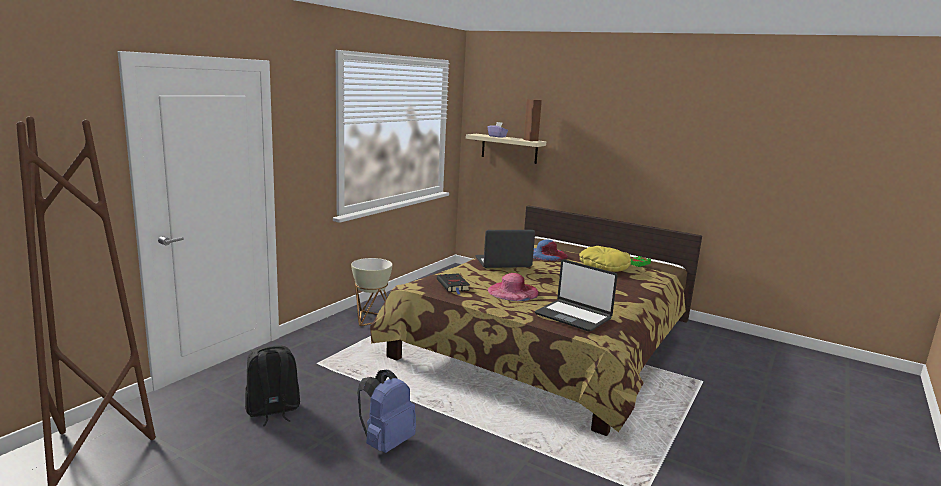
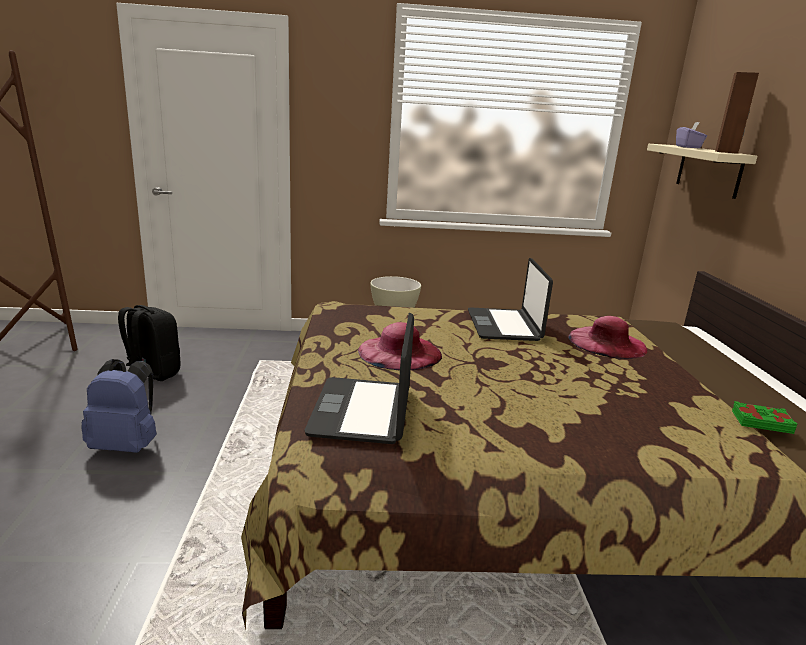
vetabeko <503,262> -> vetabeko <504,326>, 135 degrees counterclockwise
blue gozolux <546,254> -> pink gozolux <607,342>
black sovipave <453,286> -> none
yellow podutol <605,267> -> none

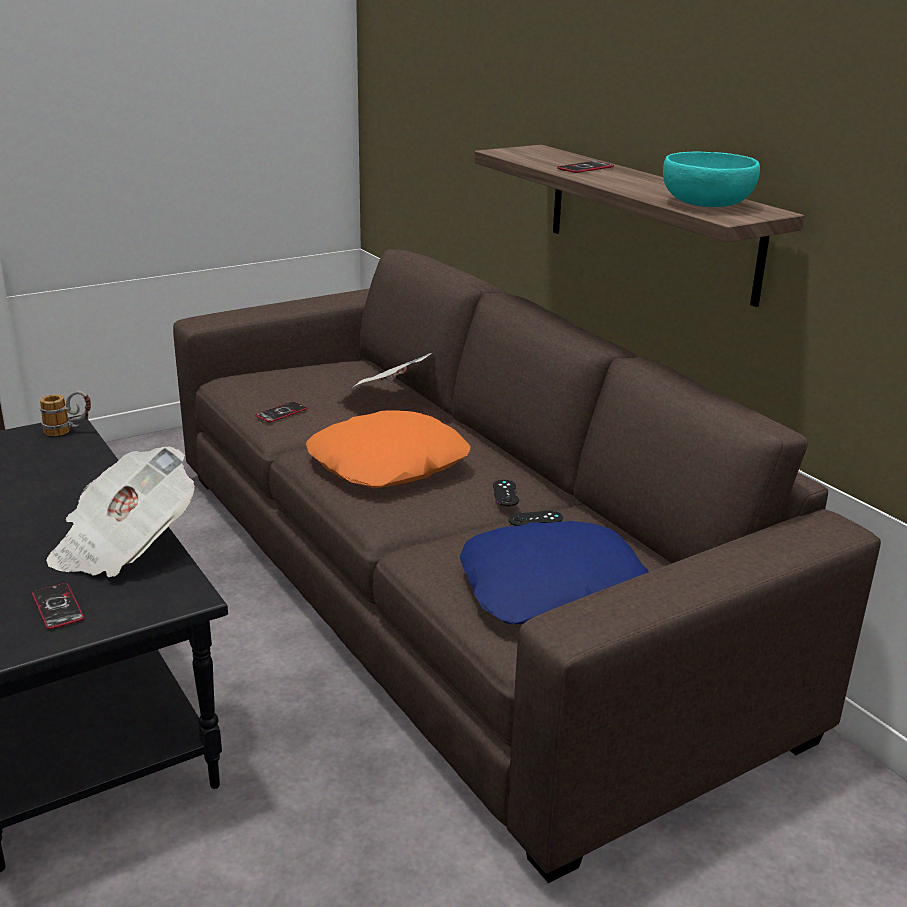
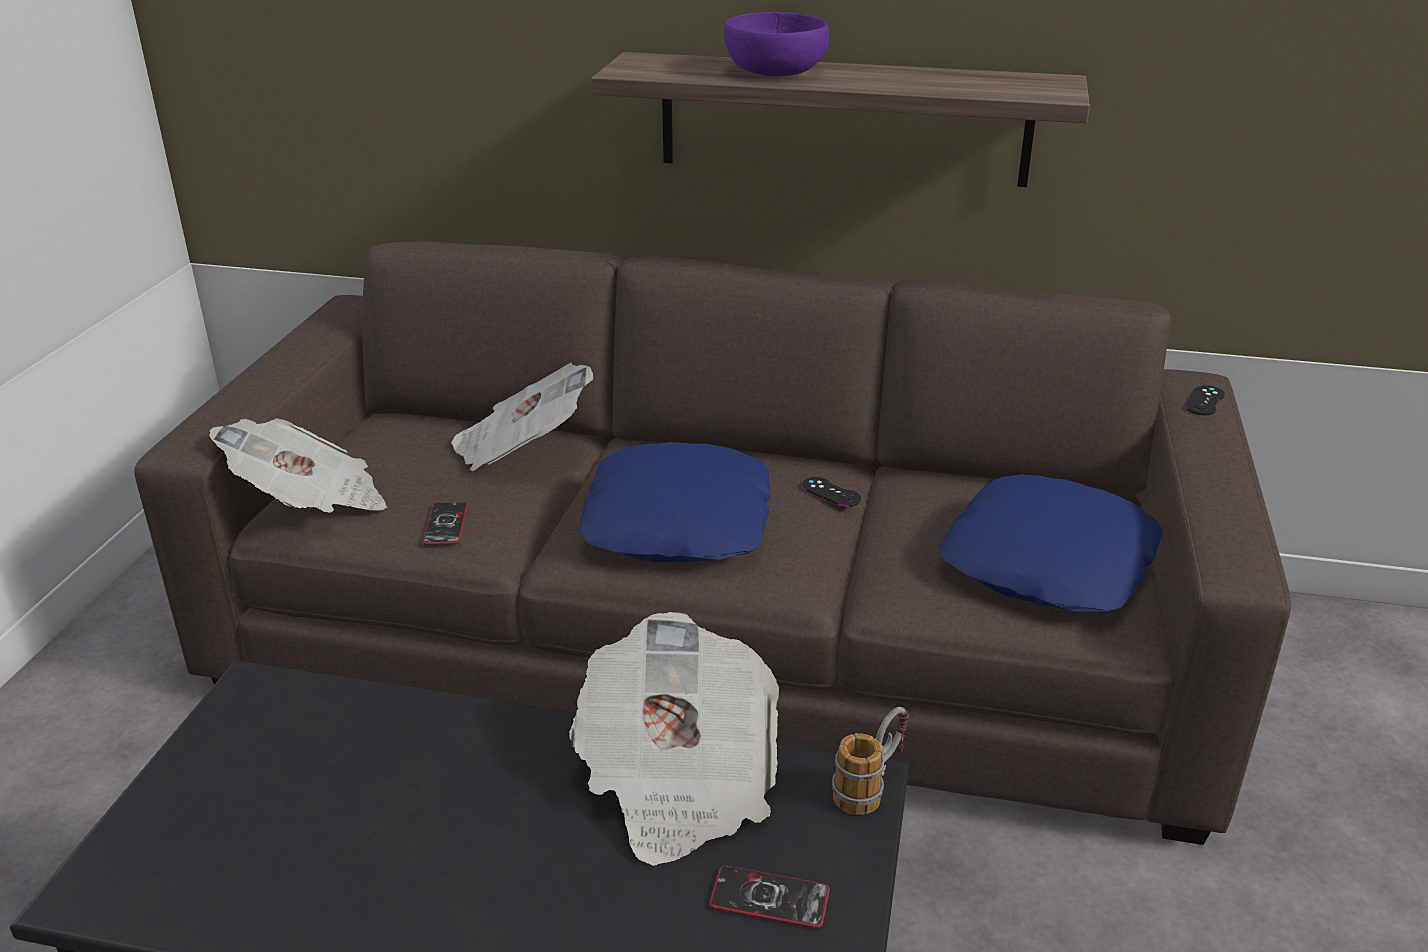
none -> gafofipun <310,502>
orange podutol <389,464> -> blue podutol <679,522>
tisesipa <585,168> -> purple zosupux <774,72>
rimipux <69,431> -> rimipux <871,786>, relocated
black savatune <535,519> -> black savatune <1204,401>, relocated
turquoise zosupux <705,203> -> none

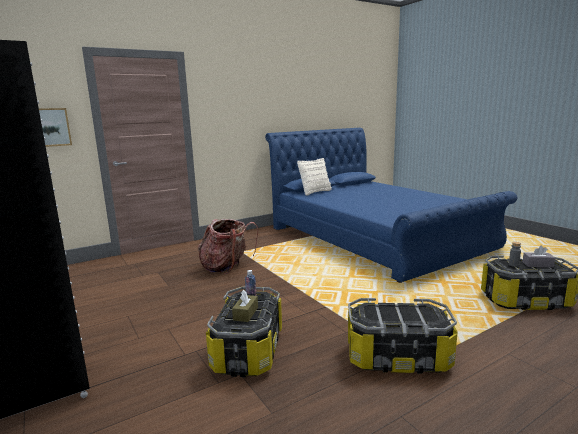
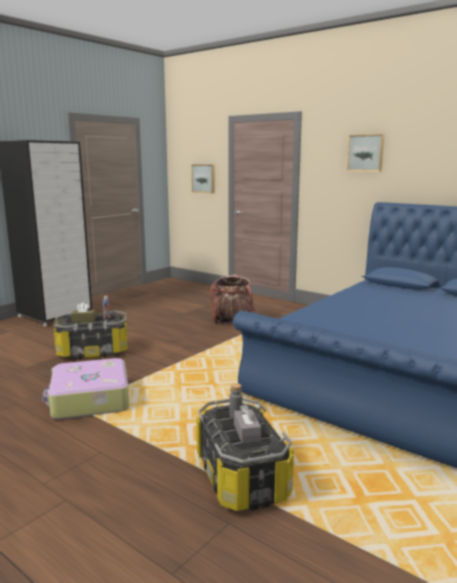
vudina <397,357> -> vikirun <89,400>
none -> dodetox <365,153>
beige podutol <315,192> -> none

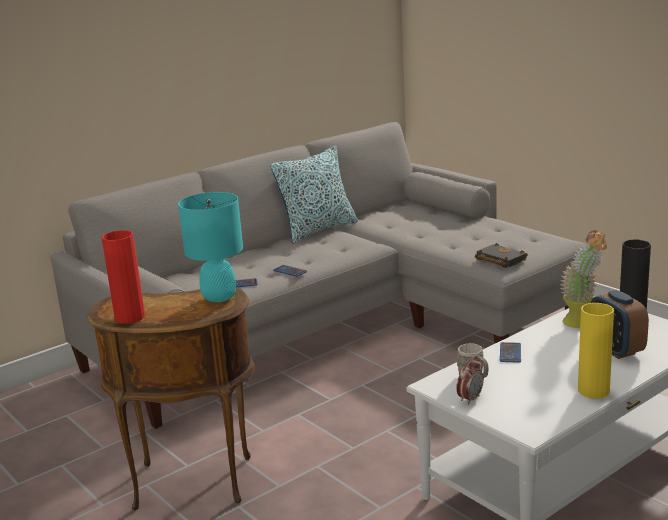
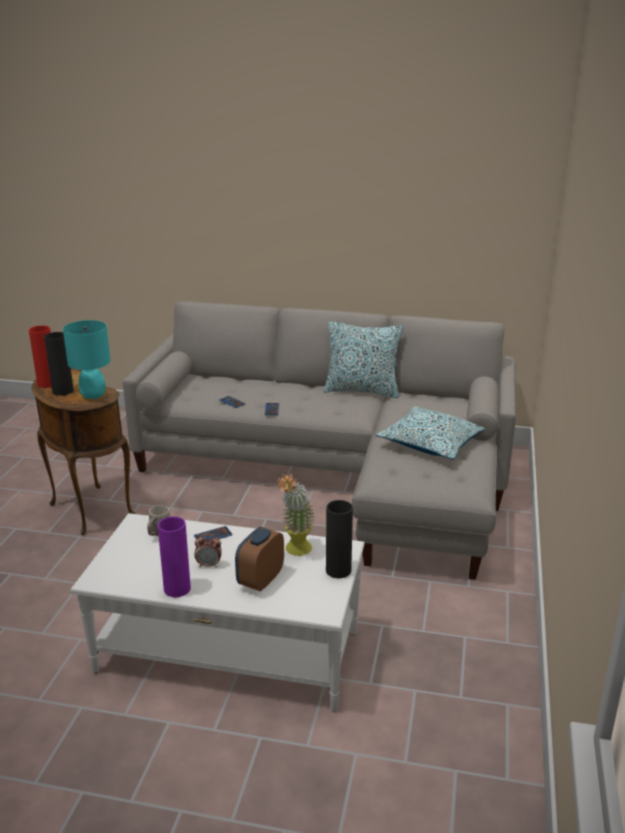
none -> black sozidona <63,391>
yellow sozidona <593,391> -> purple sozidona <177,589>
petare <470,399> -> petare <209,565>, relocated
none -> podutol <432,443>
black sovipave <498,260> -> none

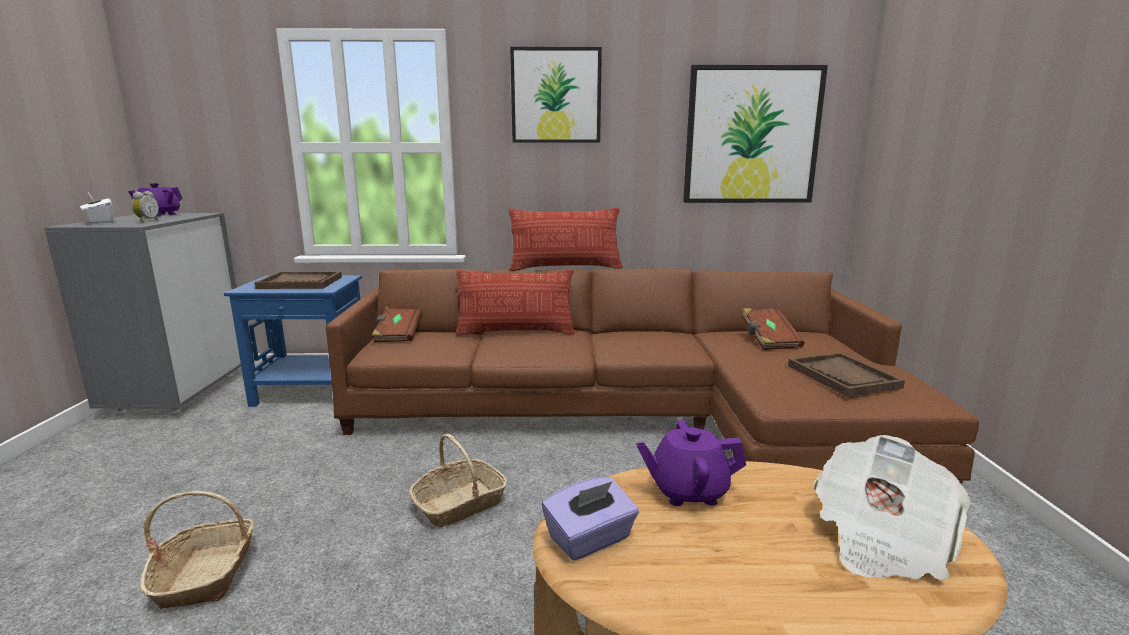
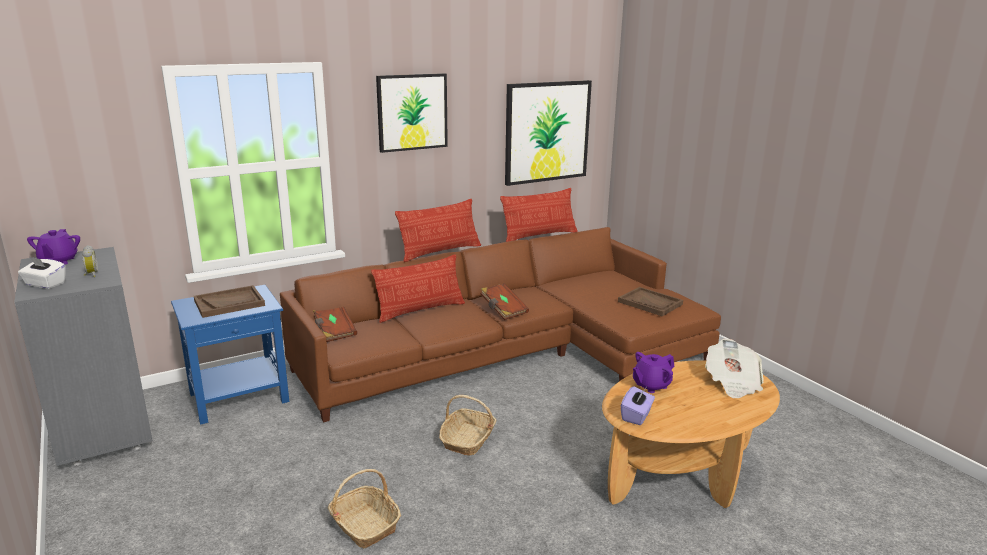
brown sovipave <768,340> -> brown sovipave <503,310>, relocated
none -> podutol <539,235>

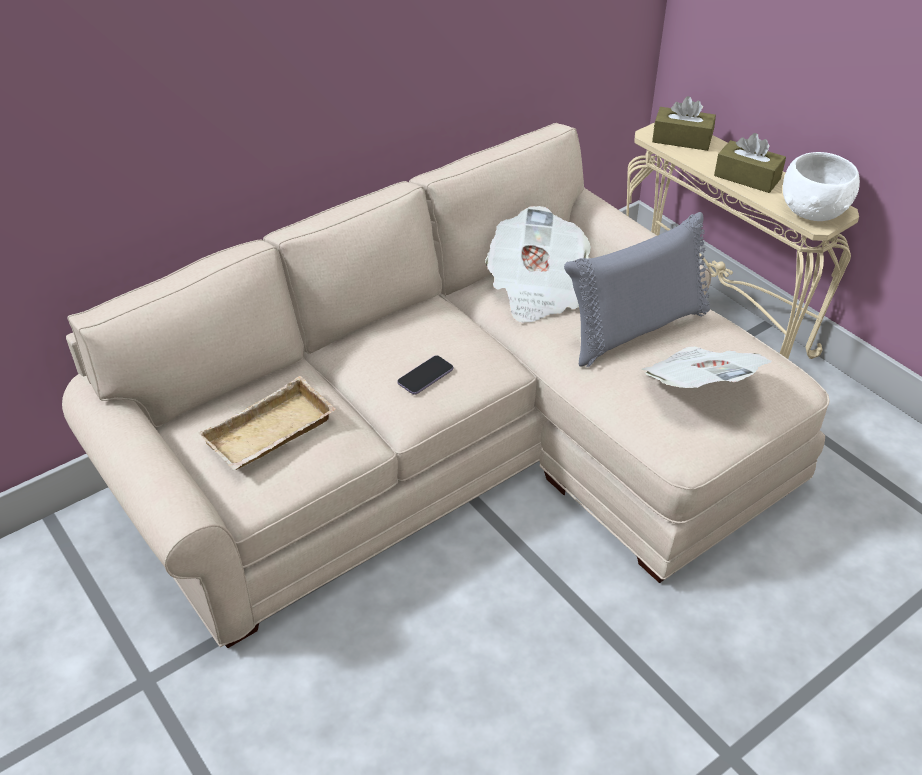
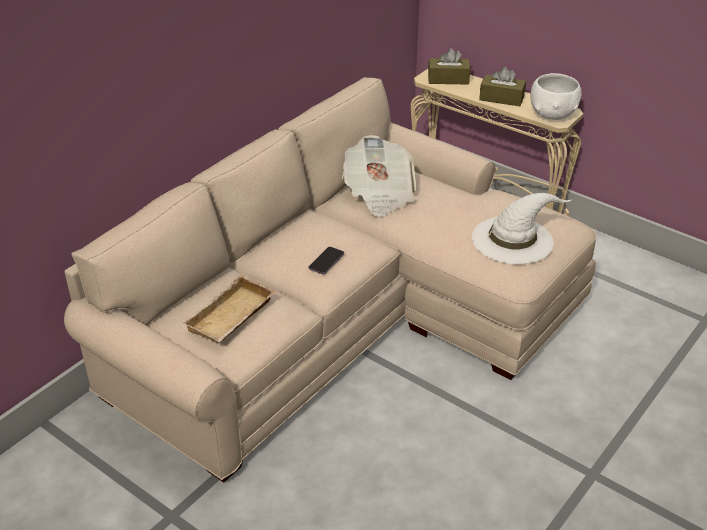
gafofipun <699,389> -> white gozolux <513,239>
grey podutol <635,329> -> none

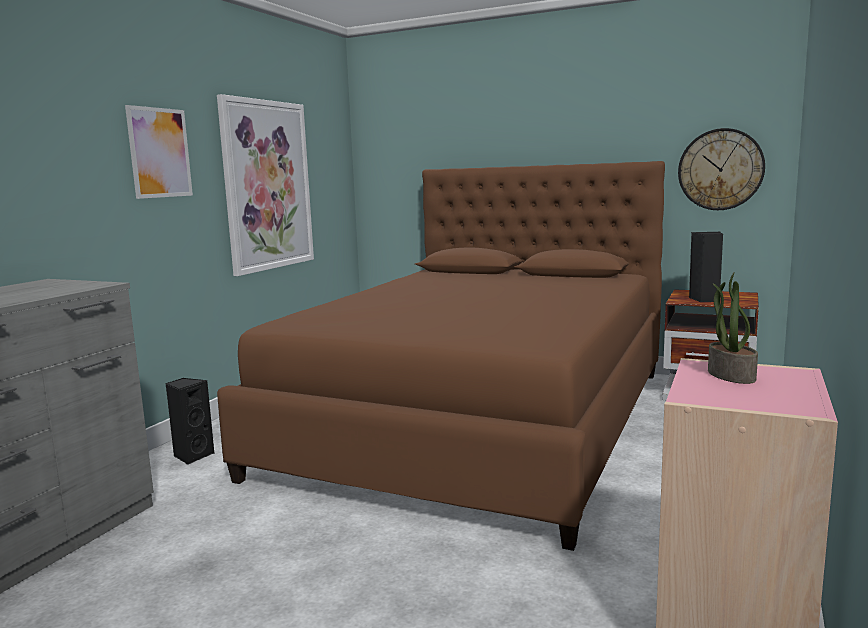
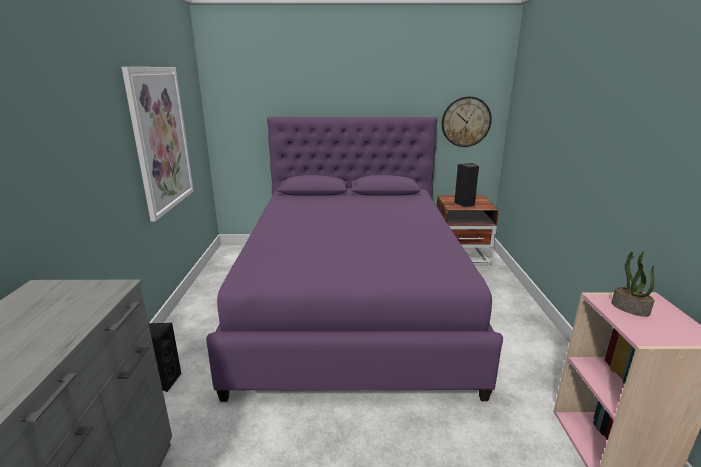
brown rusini <481,419> -> purple rusini <353,300>
dodetox <160,153> -> none

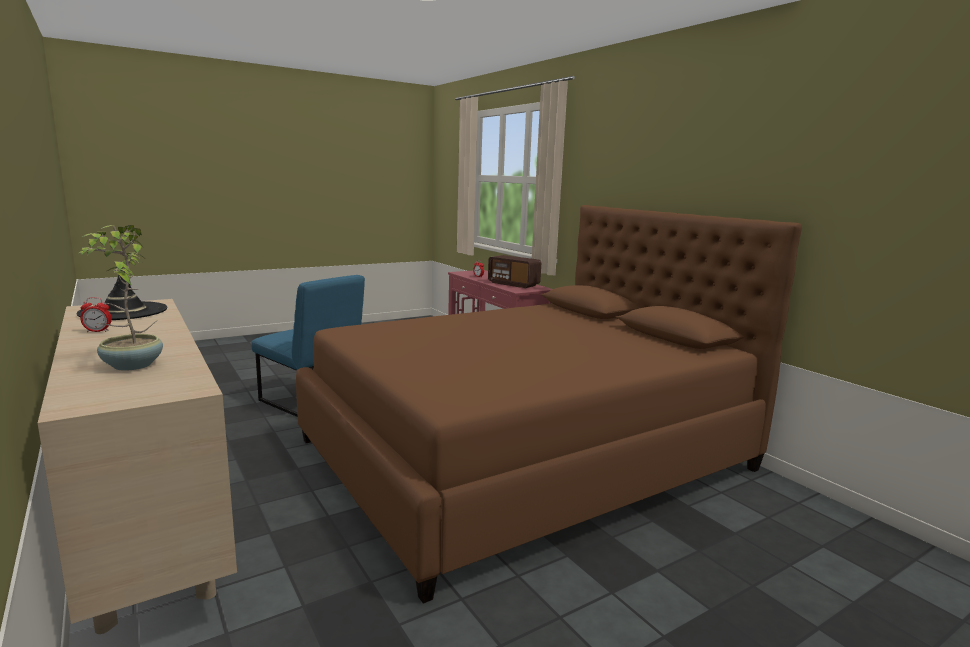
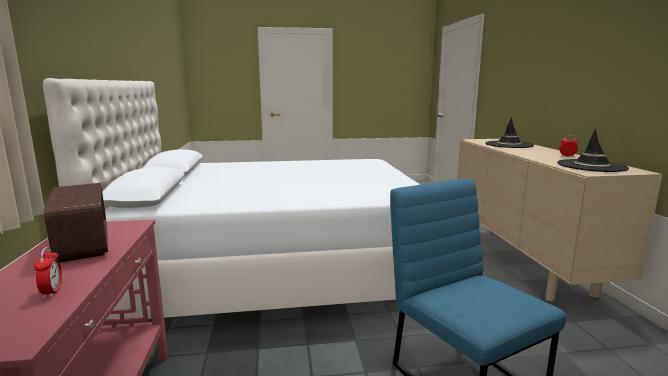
brown rusini <526,455> -> white rusini <279,266>
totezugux <131,366> -> black gozolux <509,145>

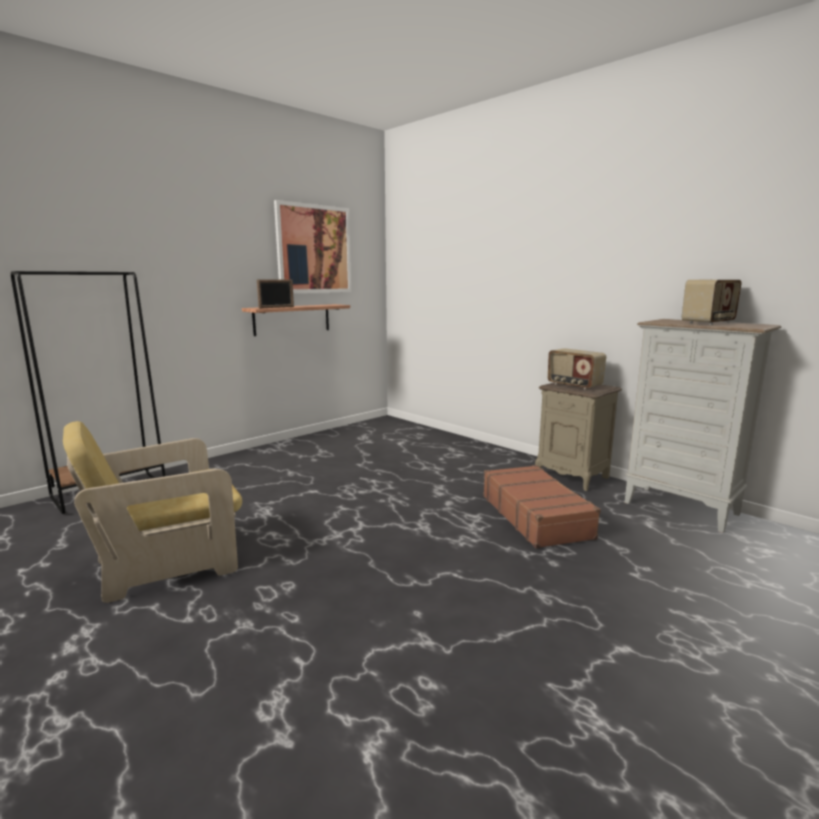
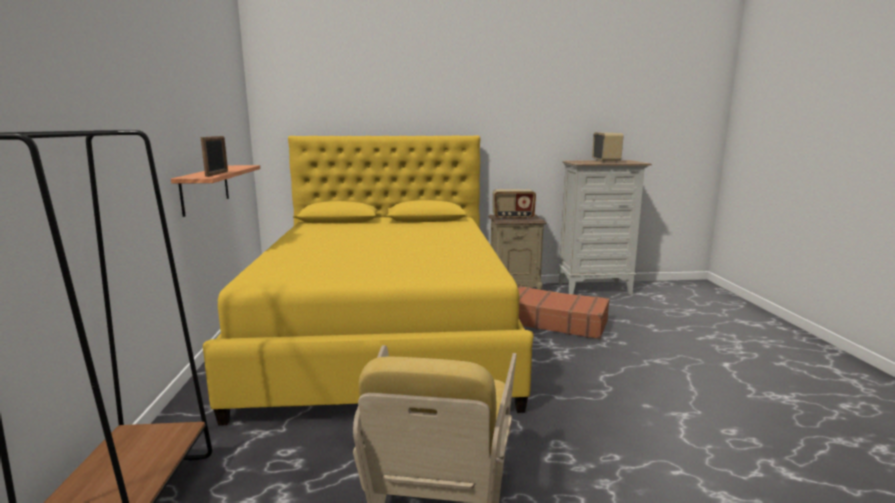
none -> yellow rusini <385,335>
dodetox <314,249> -> none

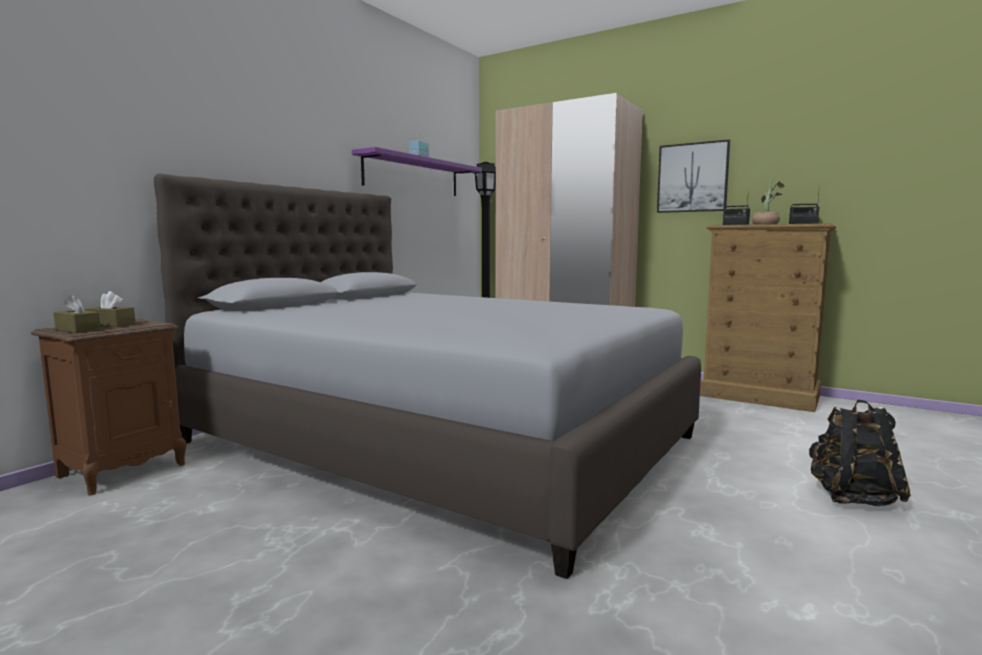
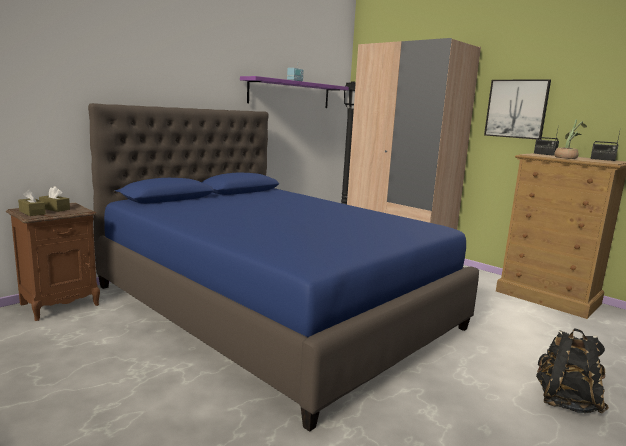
grey rusini <438,439> -> blue rusini <273,306>

